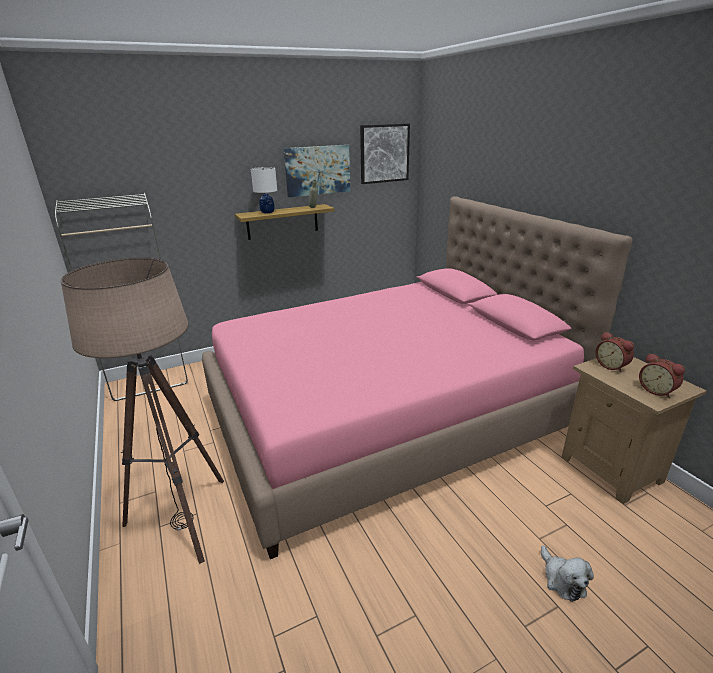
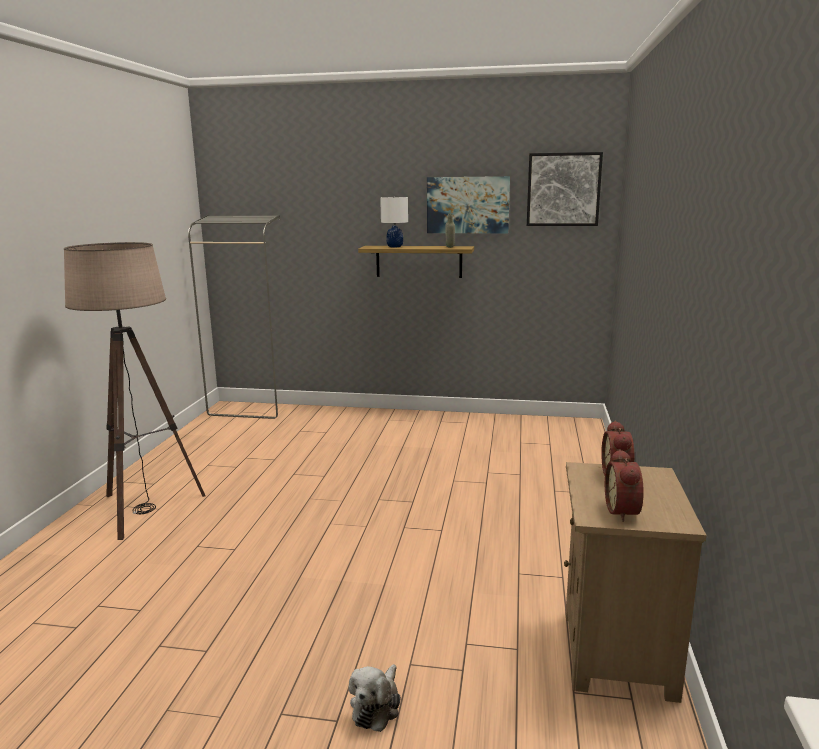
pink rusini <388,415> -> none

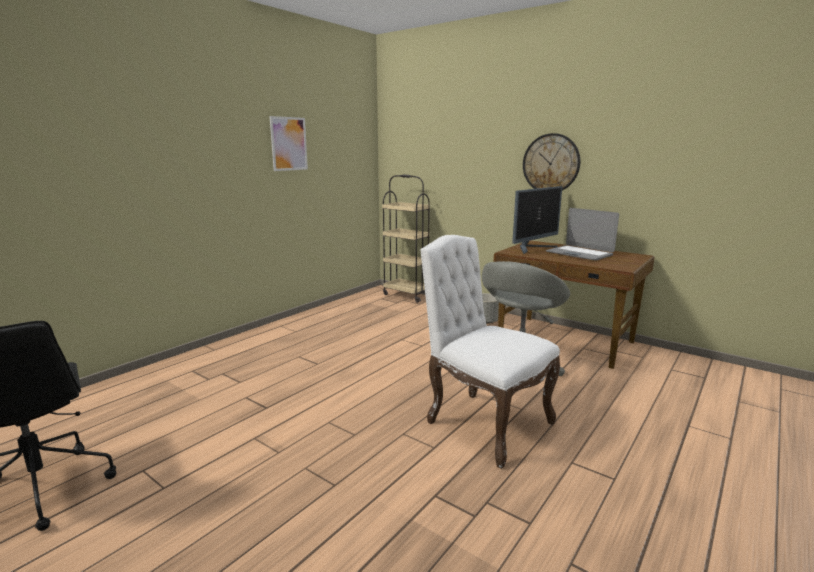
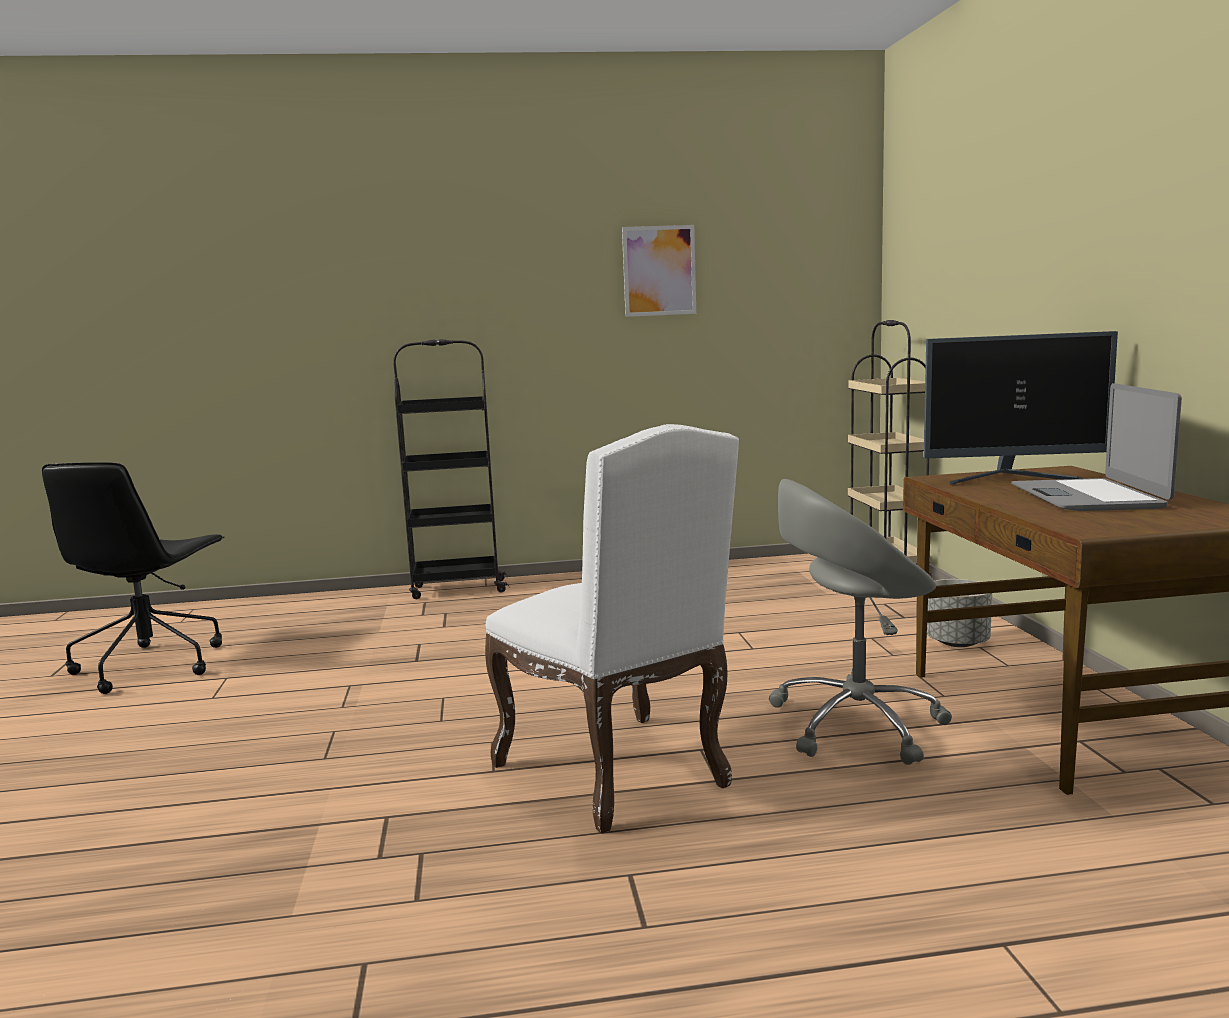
none -> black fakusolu <457,589>
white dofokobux <485,423> -> white dofokobux <619,774>, 150 degrees clockwise
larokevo <551,163> -> none

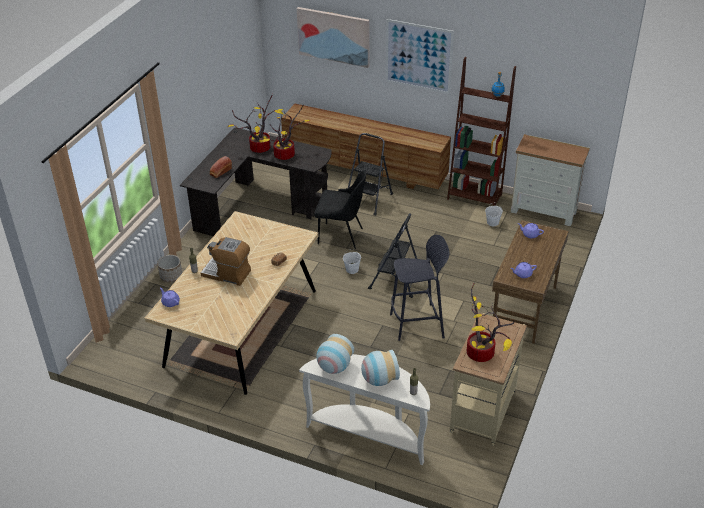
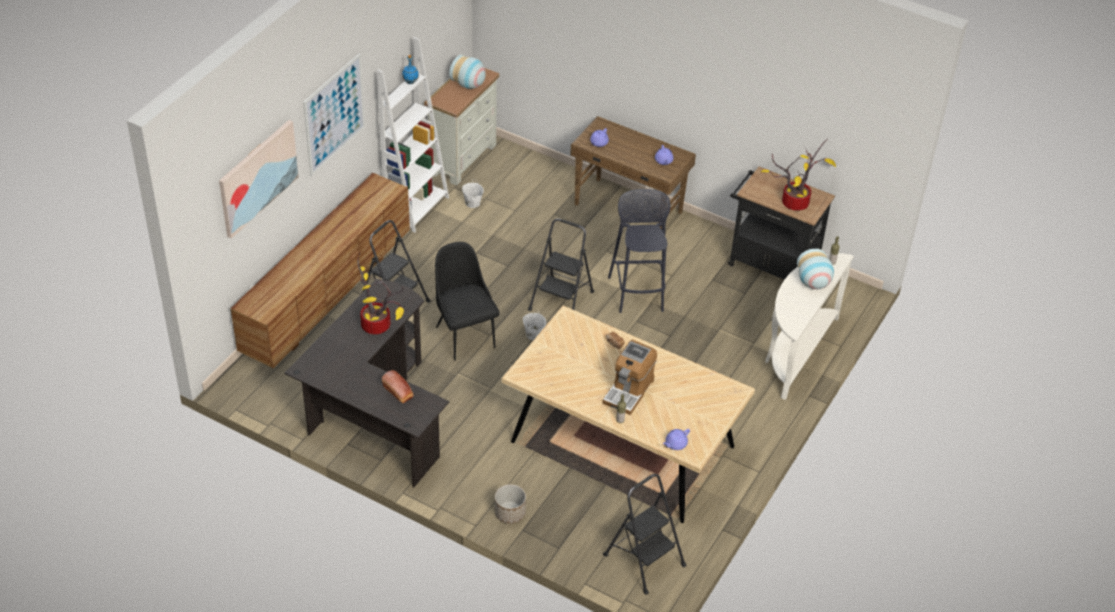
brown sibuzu <474,196> -> white sibuzu <416,208>
black dofokobux <341,236> -> black dofokobux <464,337>, 45 degrees counterclockwise
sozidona <334,367> -> sozidona <469,85>, relocated
none -> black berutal <643,557>
beige fakusolu <484,410> -> black fakusolu <770,265>
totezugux <260,147> -> none

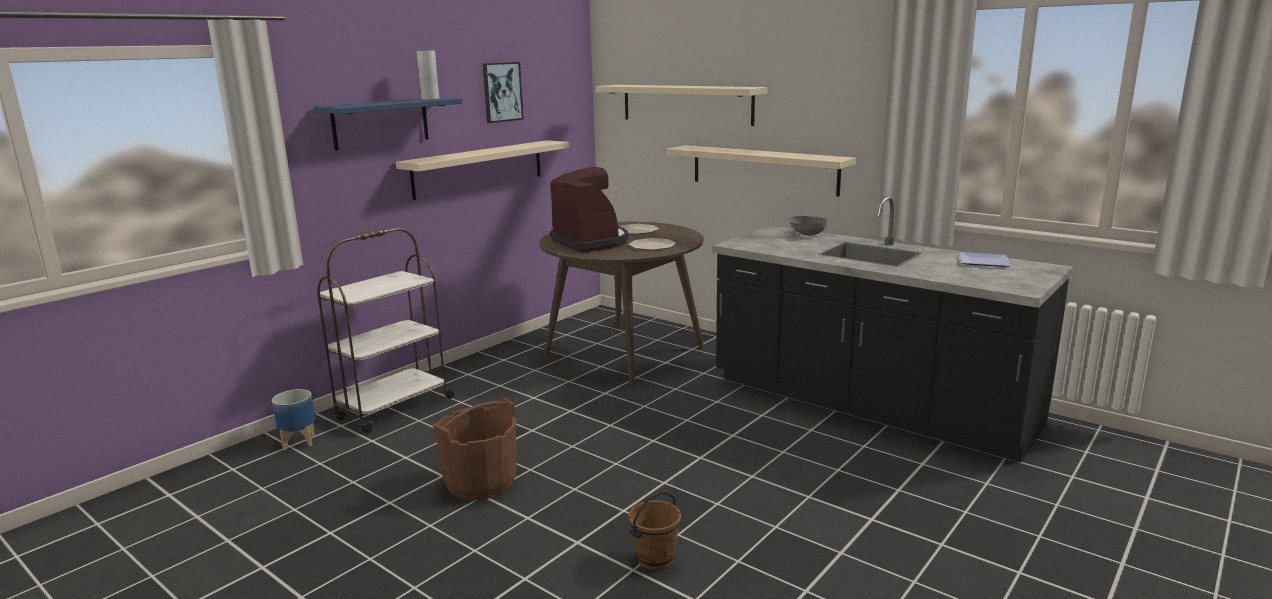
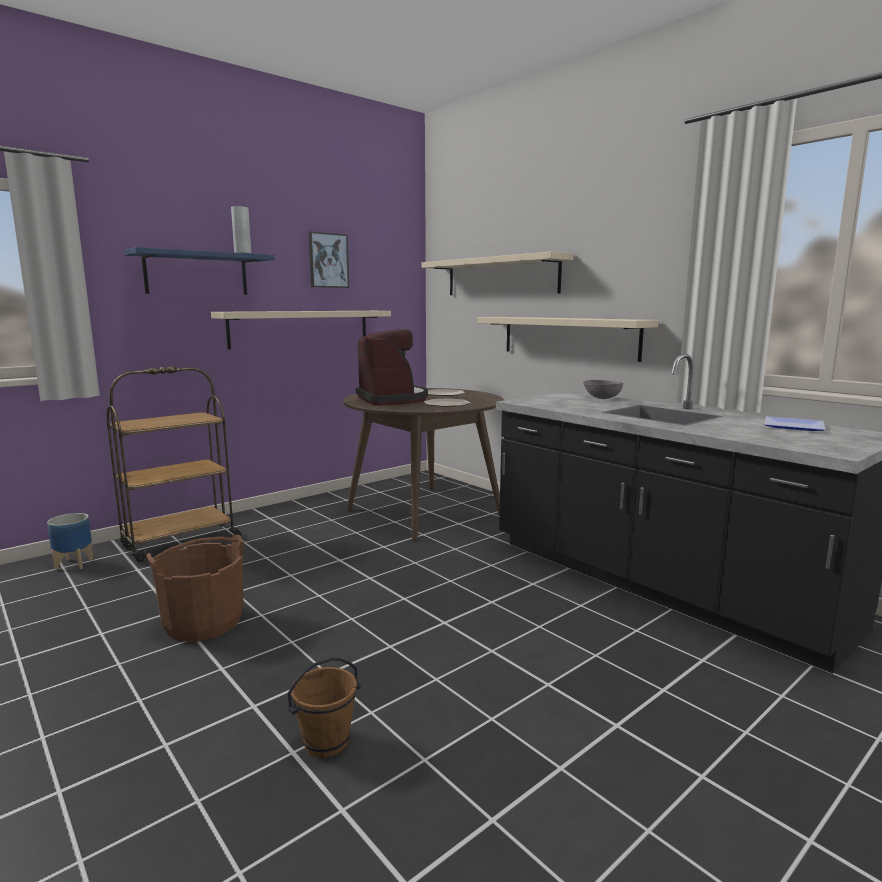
white fakusolu <393,409> -> brown fakusolu <180,543>

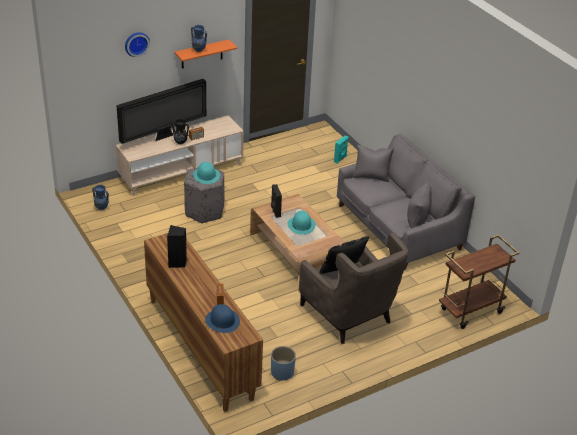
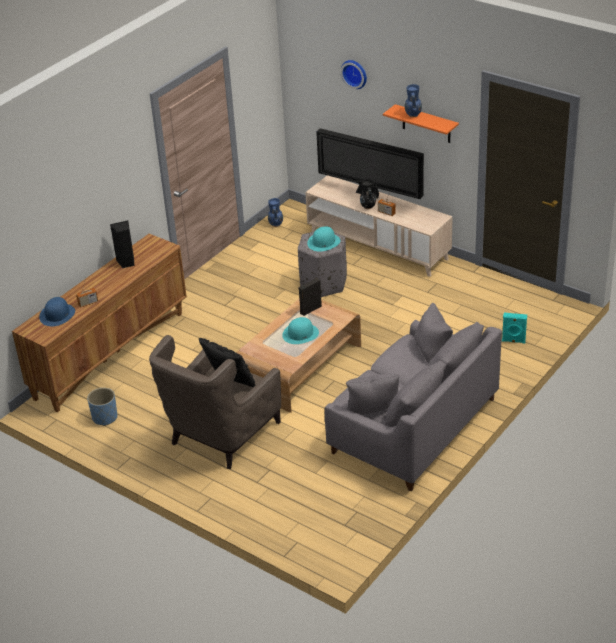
brown fakusolu <469,312> -> none

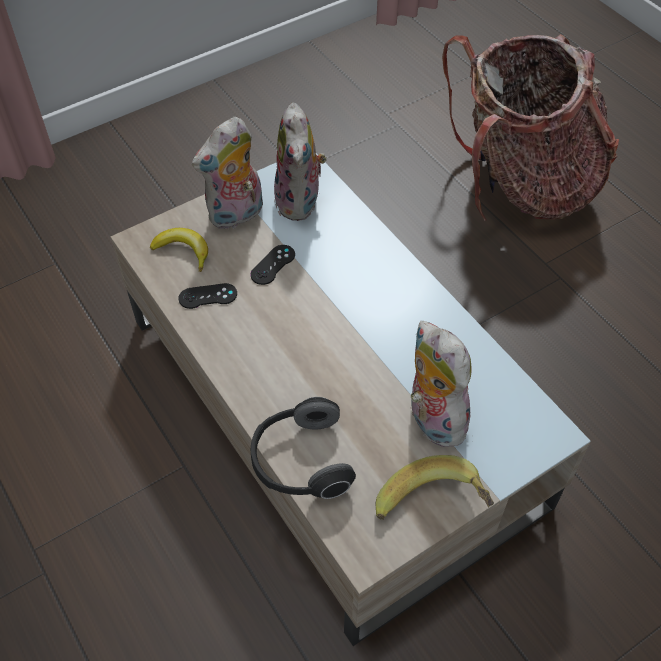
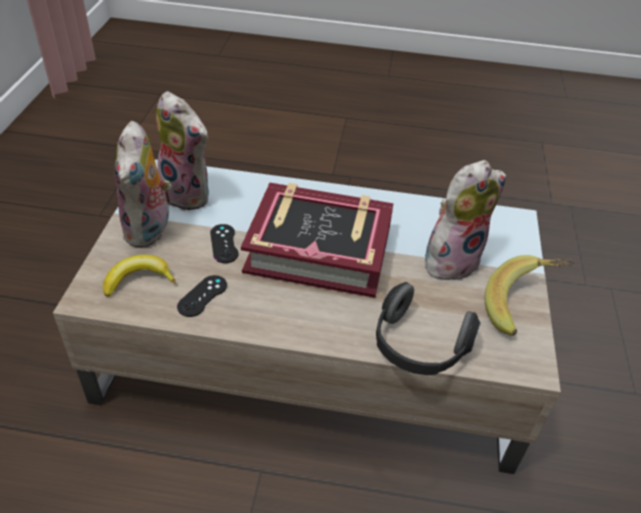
none -> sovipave <319,249>
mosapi <431,418> -> mosapi <451,260>, 135 degrees clockwise
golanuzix <521,186> -> none

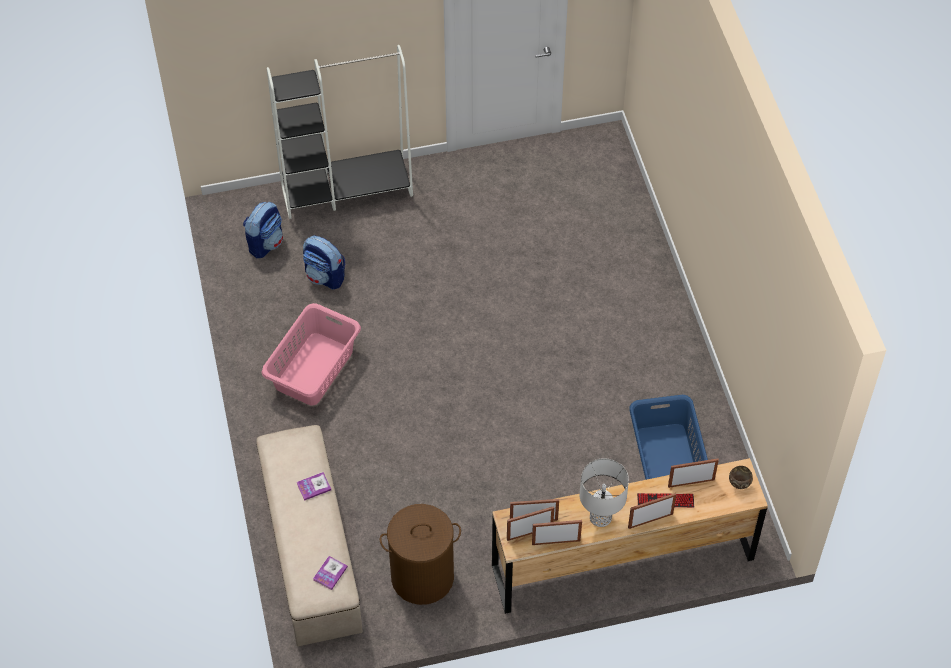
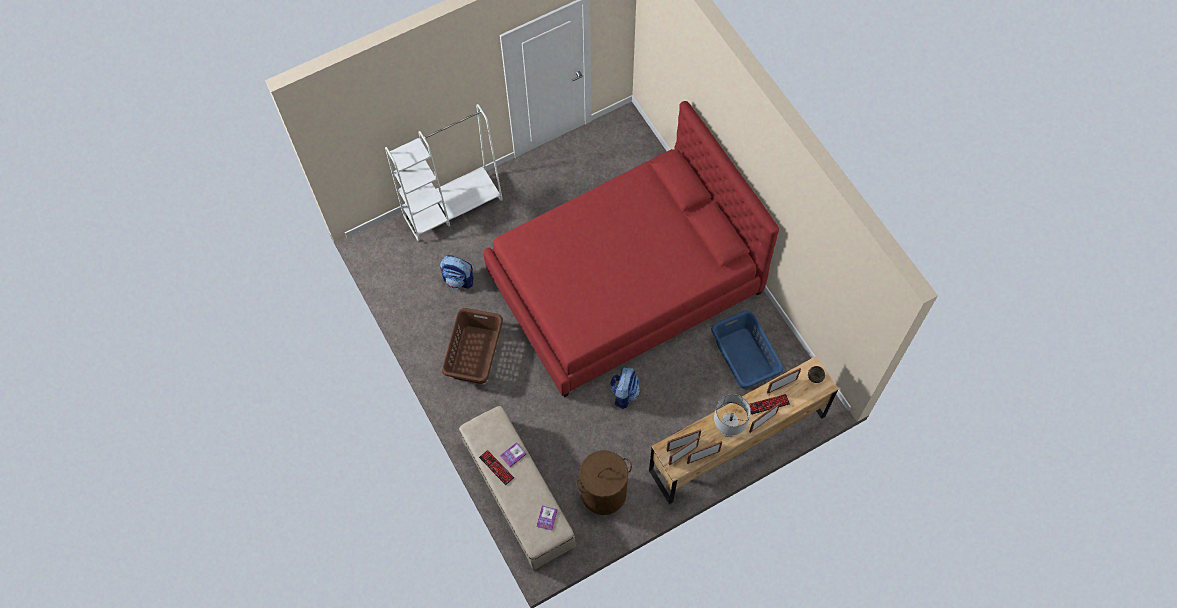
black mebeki <347,193> -> white mebeki <453,209>
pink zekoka <315,369> -> brown zekoka <475,354>
none -> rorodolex <496,468>
none -> red rusini <624,282>
golanuzix <265,243> -> golanuzix <624,393>, relocated

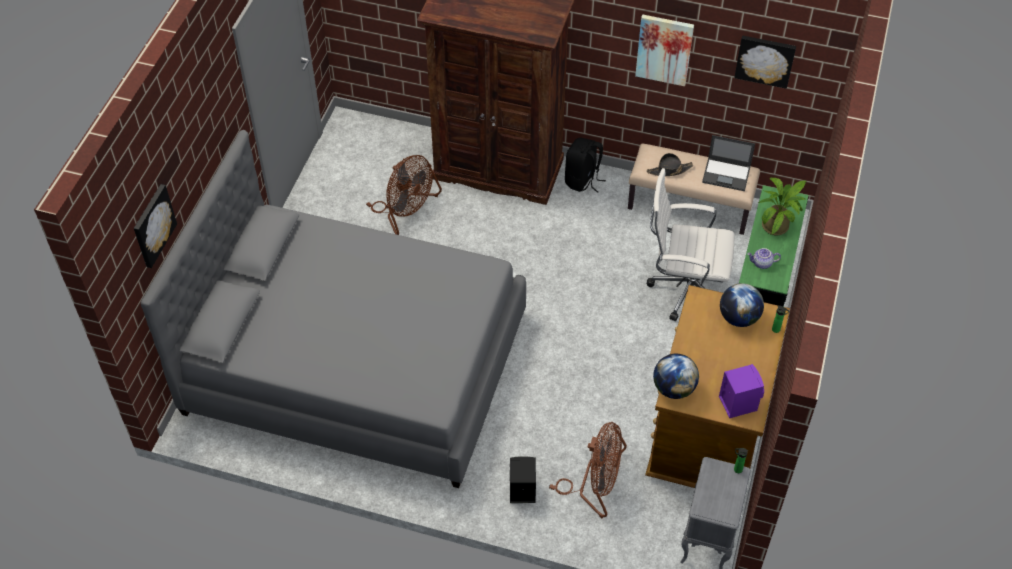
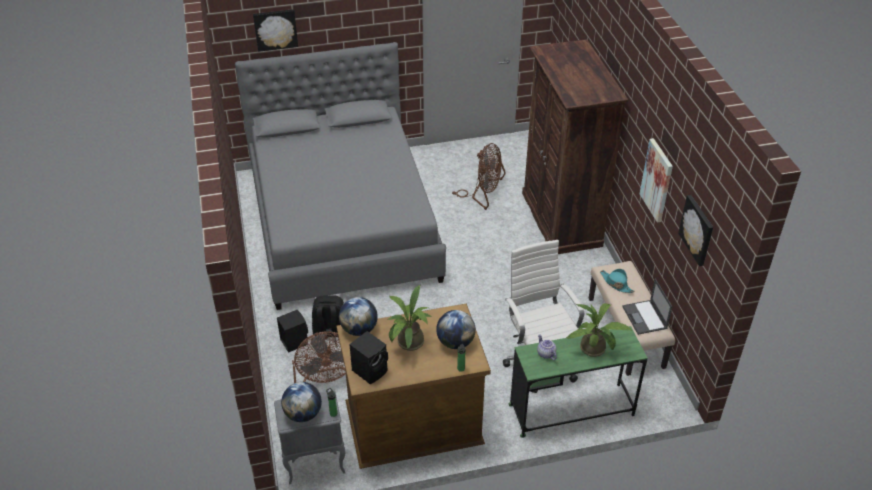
none -> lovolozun <303,414>
black golanuzix <582,180> -> black golanuzix <330,334>, relocated
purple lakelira <737,402> -> black lakelira <370,370>
none -> totezugux <408,344>
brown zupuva <405,211> -> brown zupuva <483,193>, 75 degrees counterclockwise
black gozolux <669,170> -> turquoise gozolux <616,283>

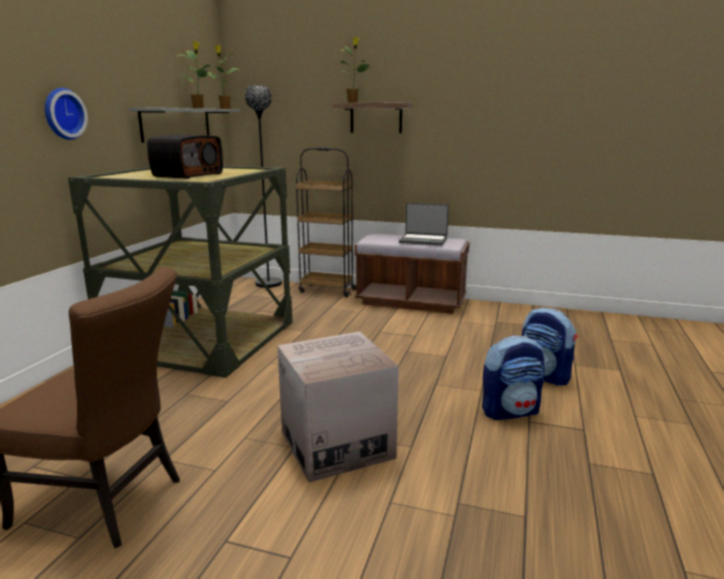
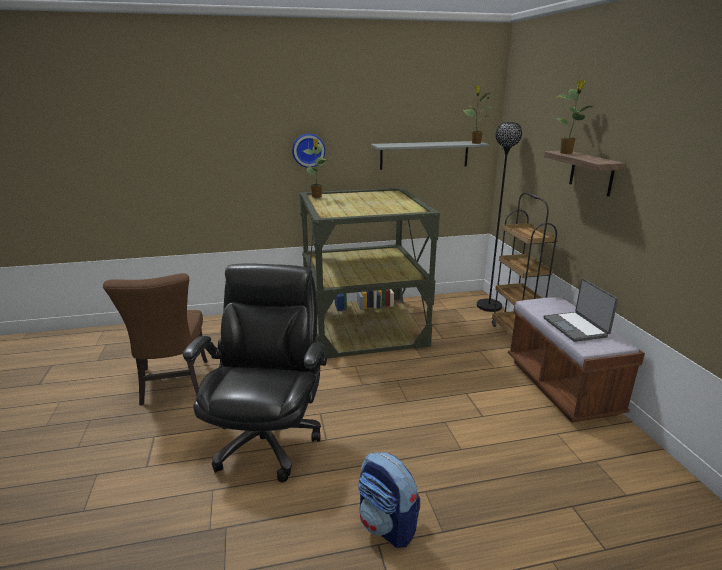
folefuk <336,444> -> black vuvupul <267,439>
totezugux <199,108> -> totezugux <316,197>, relocated
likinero <187,175> -> none
golanuzix <544,376> -> none

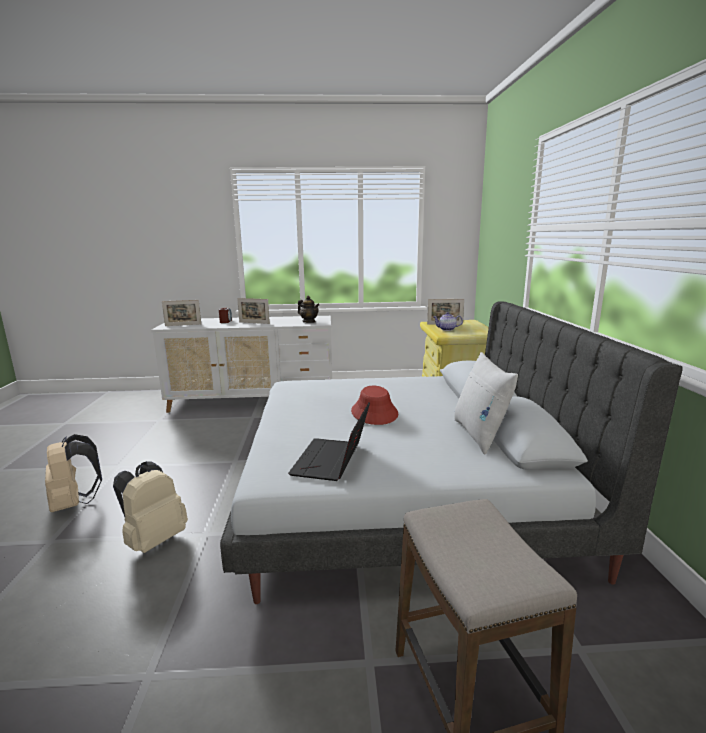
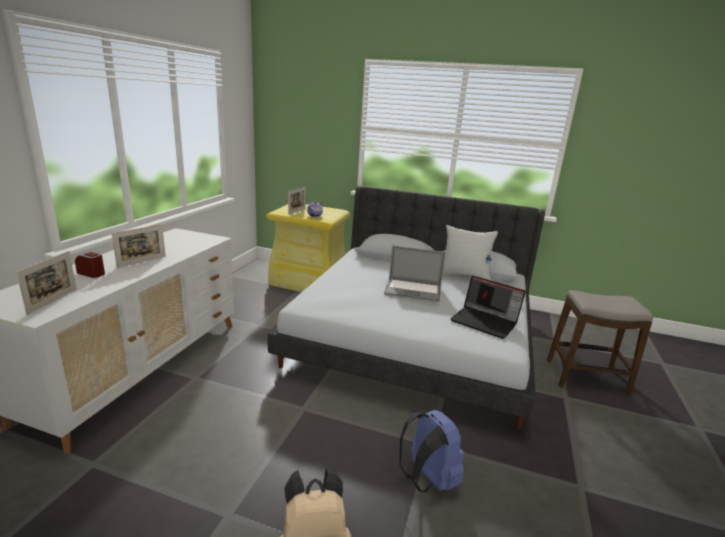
red gozolux <374,413> -> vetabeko <413,290>
beige golanuzix <154,540> -> blue golanuzix <427,479>
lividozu <309,322> -> none

